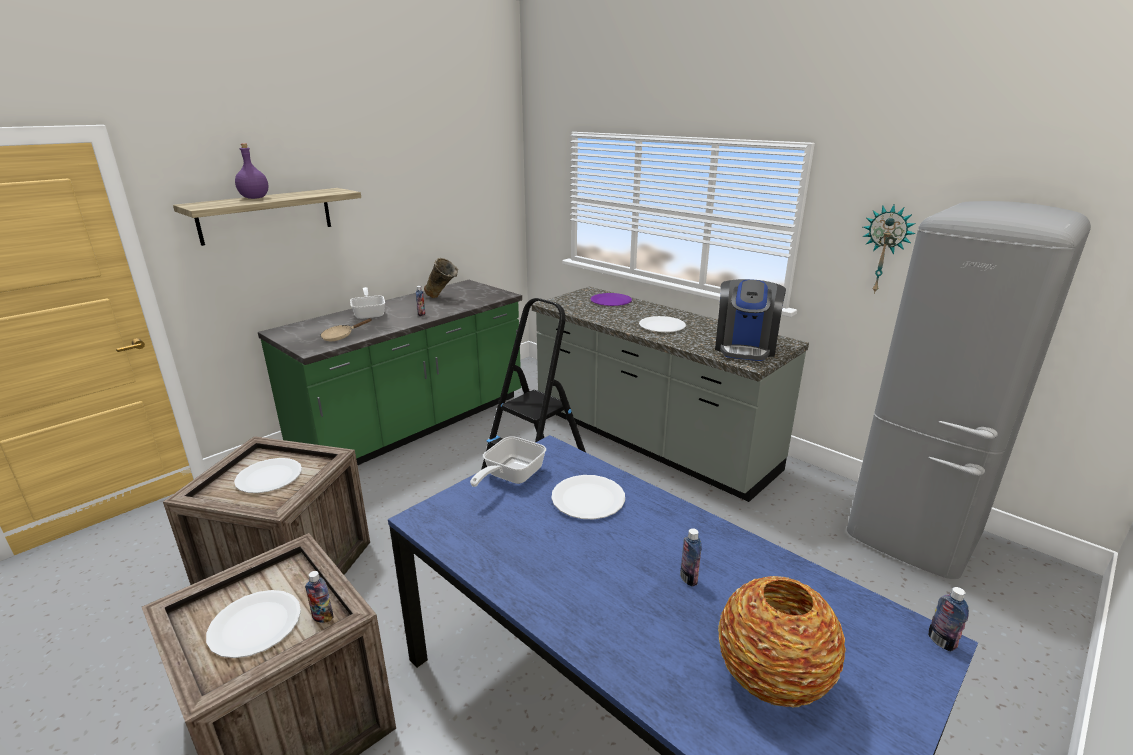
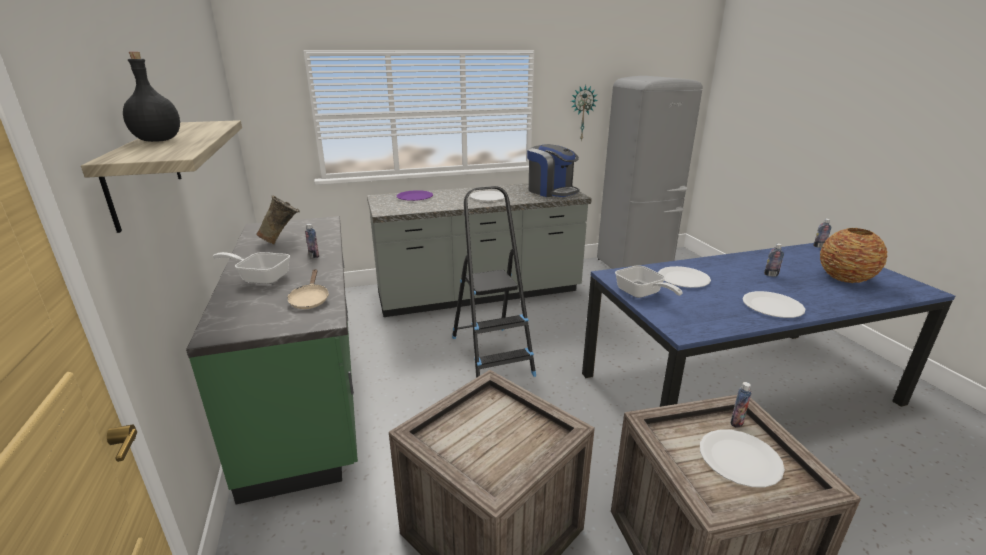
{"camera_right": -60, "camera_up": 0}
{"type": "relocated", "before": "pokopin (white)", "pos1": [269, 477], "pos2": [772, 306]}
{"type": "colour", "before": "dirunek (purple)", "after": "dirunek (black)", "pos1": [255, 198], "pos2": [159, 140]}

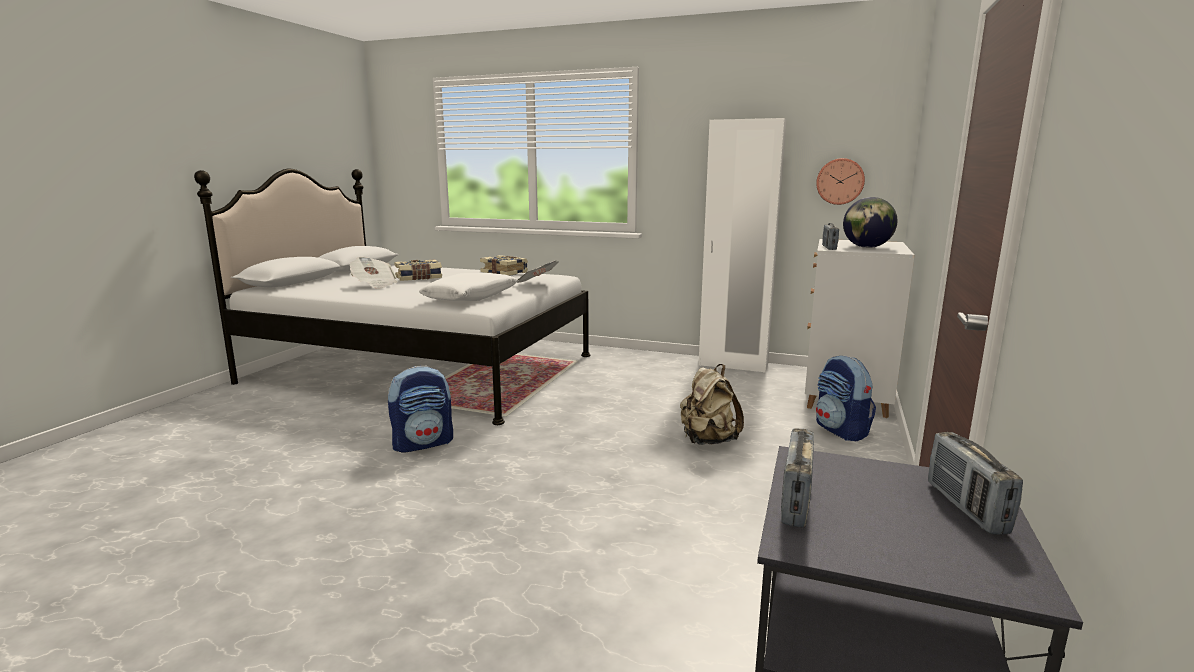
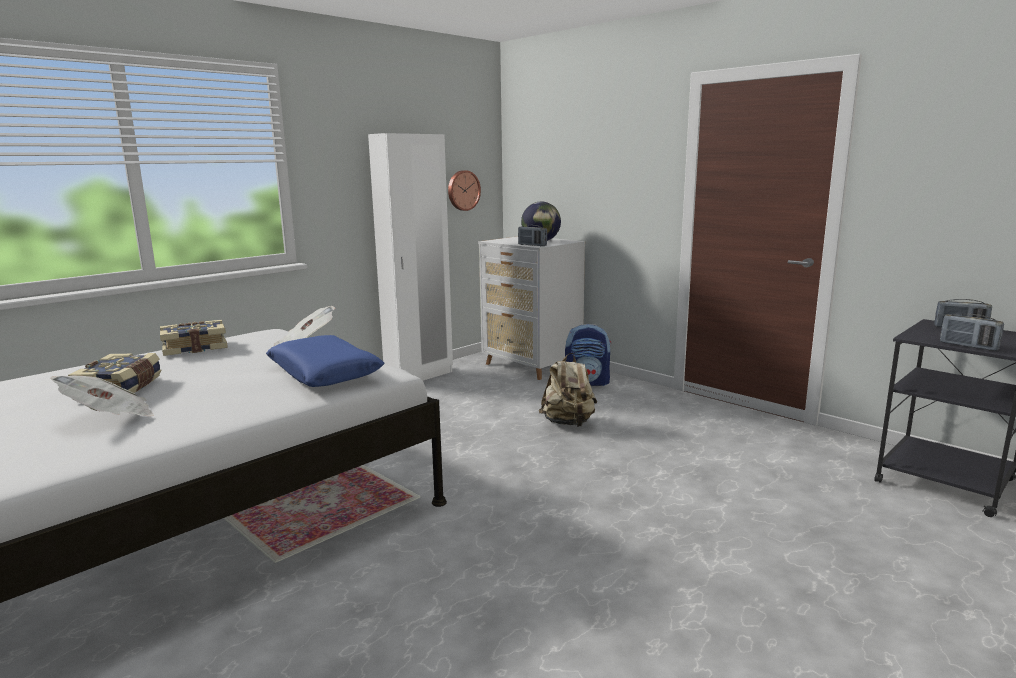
{"camera_right": -65, "camera_up": 0}
{"type": "missing", "before": "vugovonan", "pos1": [423, 443]}
{"type": "colour", "before": "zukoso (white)", "after": "zukoso (blue)", "pos1": [471, 297], "pos2": [325, 373]}

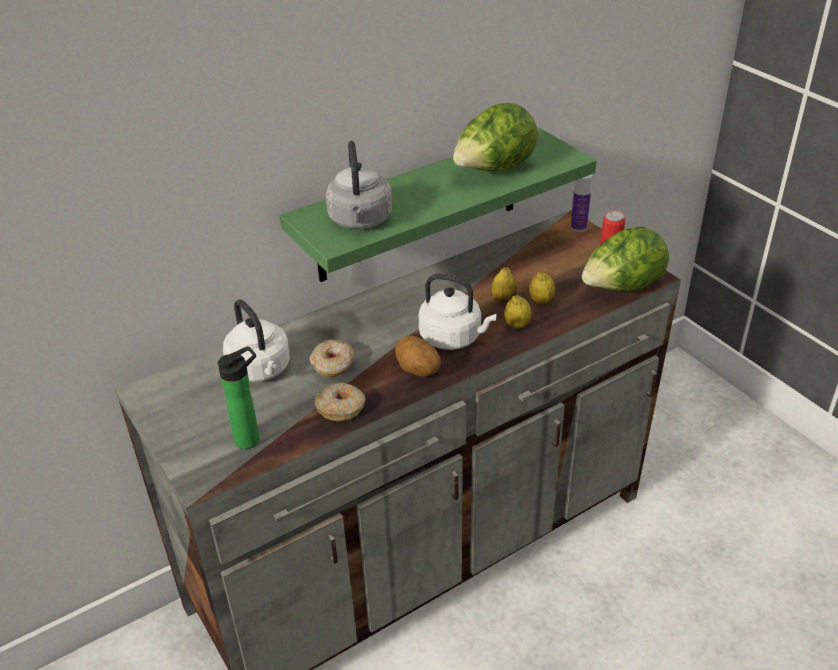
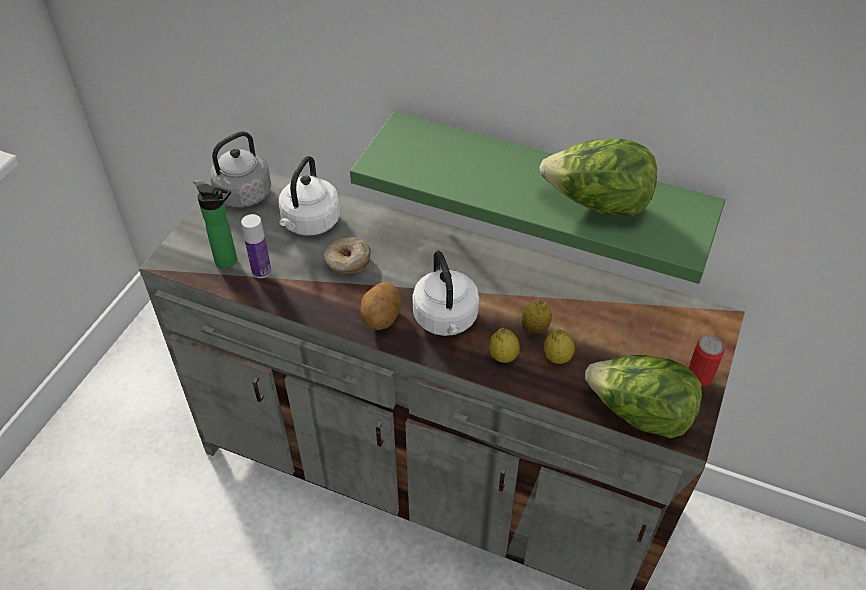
{"camera_right": 55, "camera_up": 10}
{"type": "missing", "before": "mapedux", "pos1": [341, 408]}
{"type": "relocated", "before": "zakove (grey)", "pos1": [360, 221], "pos2": [240, 196]}
{"type": "relocated", "before": "dirunek", "pos1": [578, 227], "pos2": [261, 271]}

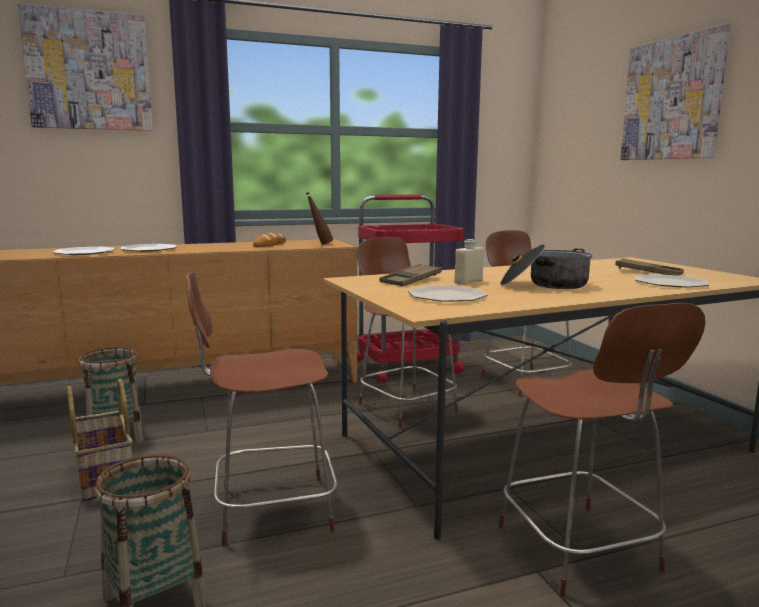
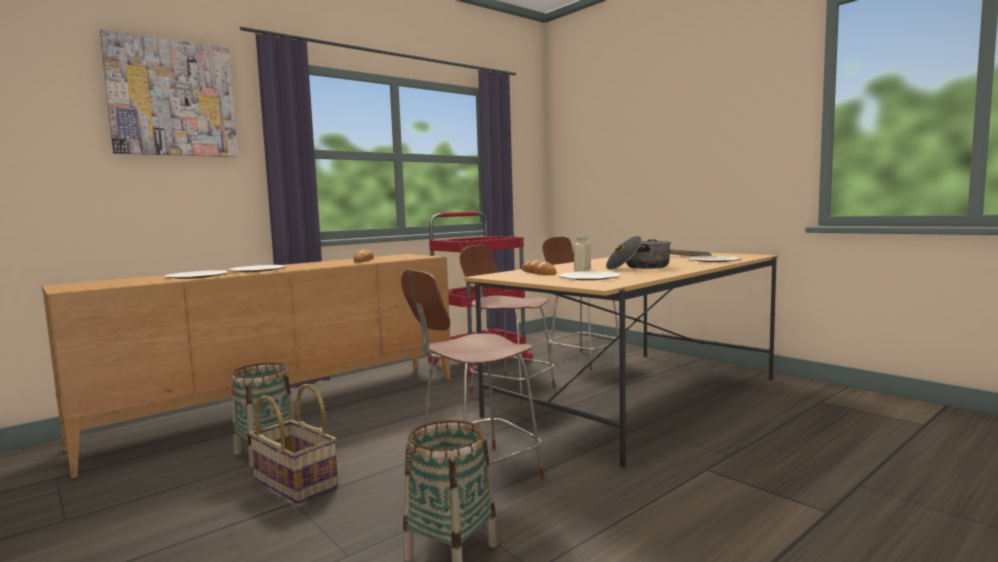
{"camera_right": -20, "camera_up": -5}
{"type": "missing", "before": "dirunek (brown)", "pos1": [320, 244]}
{"type": "exchanged", "before": "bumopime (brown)", "after": "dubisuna", "pos1": [411, 280], "pos2": [538, 272]}
{"type": "missing", "before": "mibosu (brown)", "pos1": [580, 551]}
{"type": "missing", "before": "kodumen", "pos1": [672, 99]}

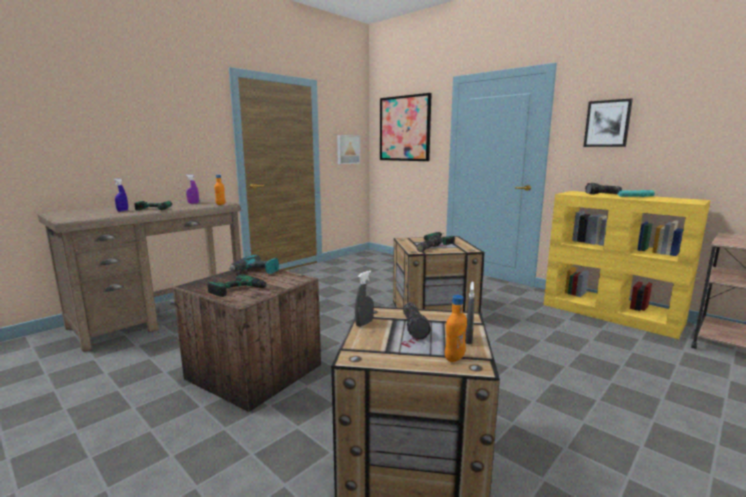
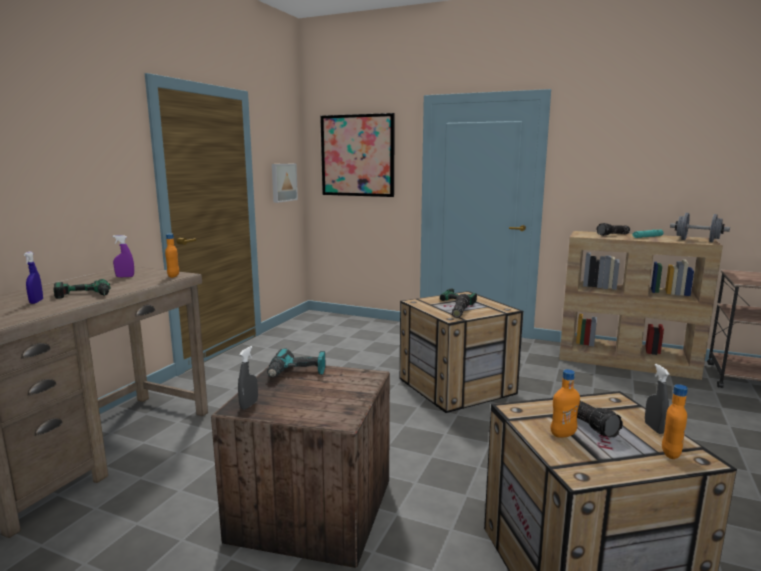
{"camera_right": -20, "camera_up": 0}
{"type": "missing", "before": "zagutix", "pos1": [242, 291]}
{"type": "relocated", "before": "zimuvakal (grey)", "pos1": [364, 323], "pos2": [249, 405]}
{"type": "colour", "before": "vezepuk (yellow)", "after": "vezepuk (brown)", "pos1": [611, 313], "pos2": [626, 360]}
{"type": "missing", "before": "kodumen", "pos1": [607, 123]}
{"type": "appeared", "after": "dirunek (orange)", "pos2": [563, 434]}
{"type": "appeared", "after": "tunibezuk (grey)", "pos2": [697, 241]}

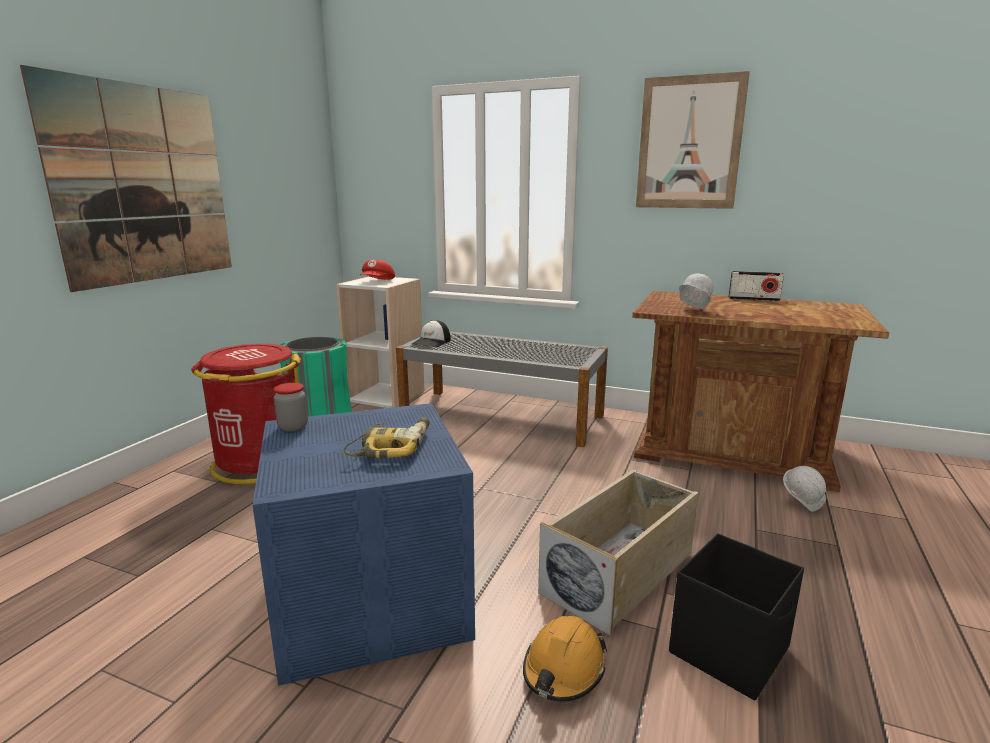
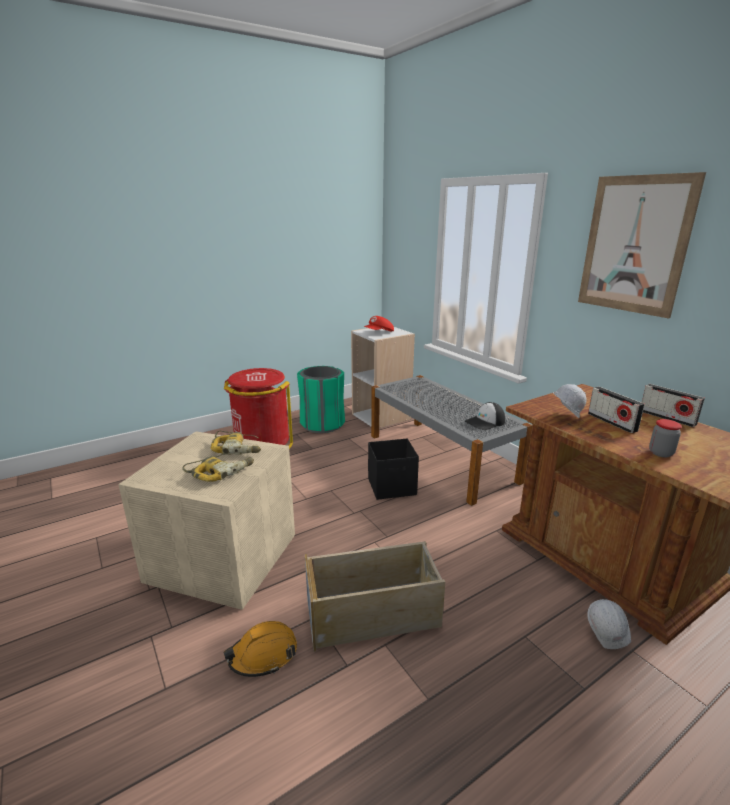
{"camera_right": 35, "camera_up": 5}
{"type": "missing", "before": "kodumen", "pos1": [143, 185]}
{"type": "colour", "before": "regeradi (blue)", "after": "regeradi (beige)", "pos1": [374, 600], "pos2": [223, 558]}
{"type": "relocated", "before": "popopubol", "pos1": [293, 427], "pos2": [660, 453]}
{"type": "relocated", "before": "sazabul", "pos1": [432, 342], "pos2": [485, 422]}
{"type": "relocated", "before": "regeradi (black)", "pos1": [730, 650], "pos2": [392, 487]}
{"type": "appeared", "after": "zagutix", "pos2": [237, 448]}
{"type": "appeared", "after": "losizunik", "pos2": [612, 422]}

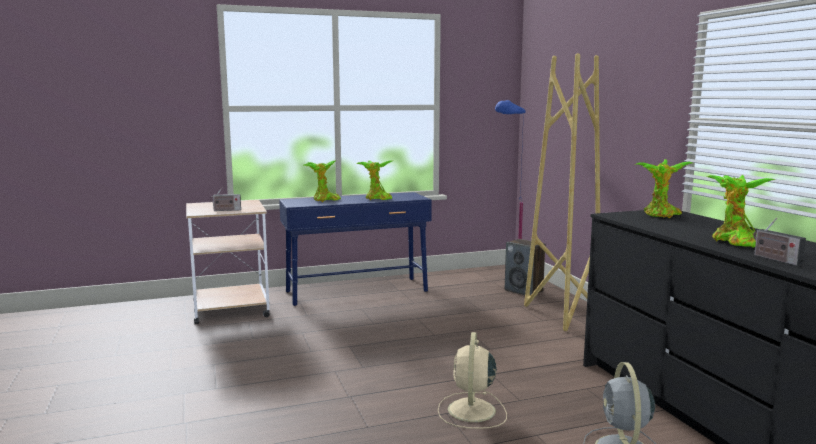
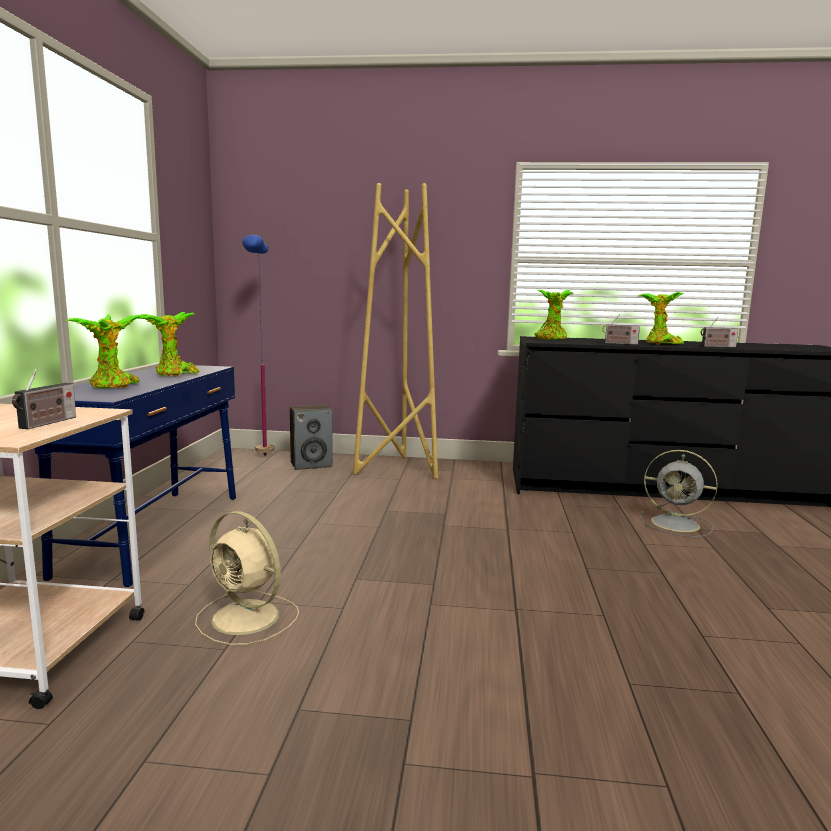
{"camera_right": -65, "camera_up": 0}
{"type": "relocated", "before": "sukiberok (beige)", "pos1": [471, 411], "pos2": [248, 618]}
{"type": "appeared", "after": "losizunik", "pos2": [619, 343]}

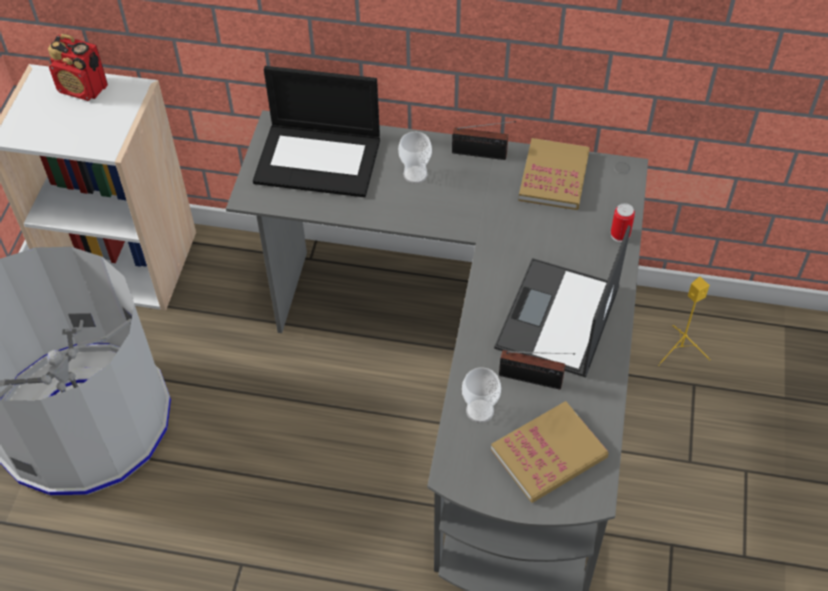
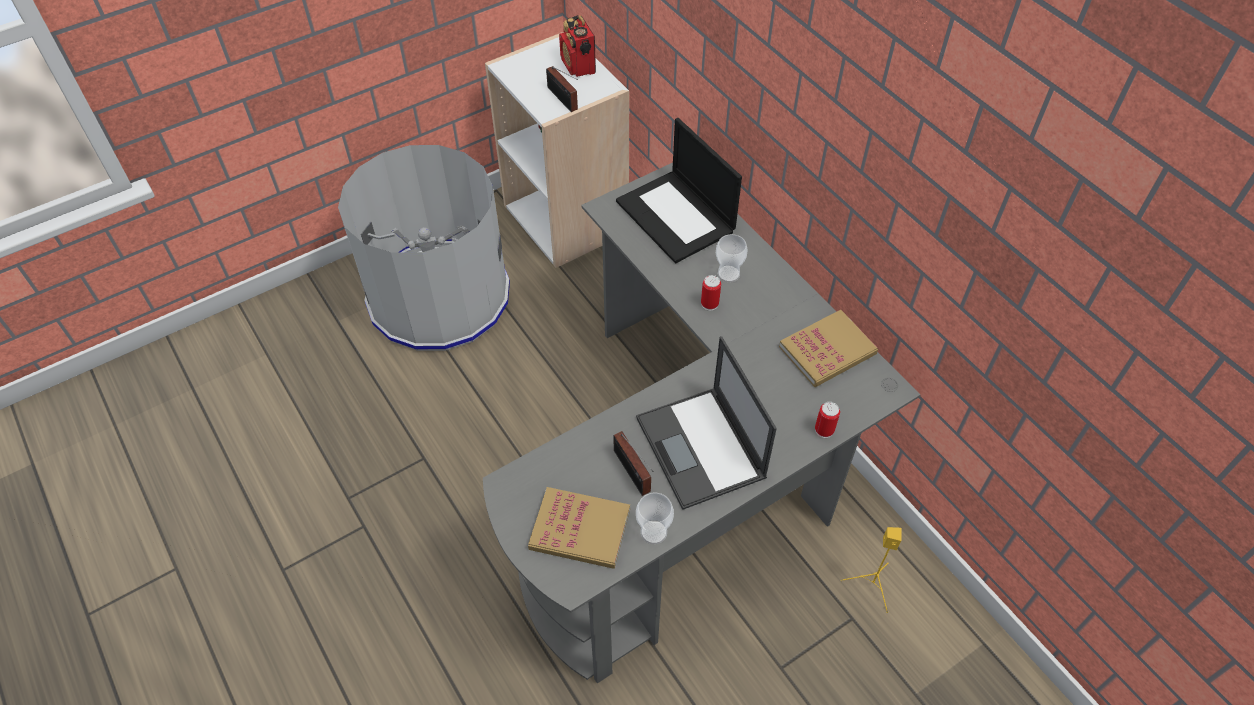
{"camera_right": 45, "camera_up": 0}
{"type": "relocated", "before": "losizunik", "pos1": [482, 154], "pos2": [563, 100]}
{"type": "relocated", "before": "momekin", "pos1": [480, 411], "pos2": [653, 532]}
{"type": "spun", "before": "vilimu", "pos1": [558, 319], "pos2": [701, 449], "turn": -90}
{"type": "appeared", "after": "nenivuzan", "pos2": [709, 304]}

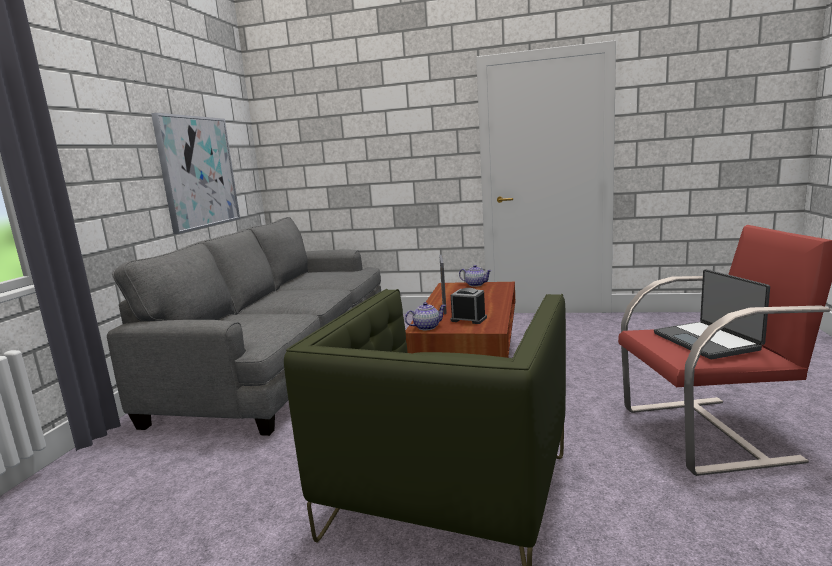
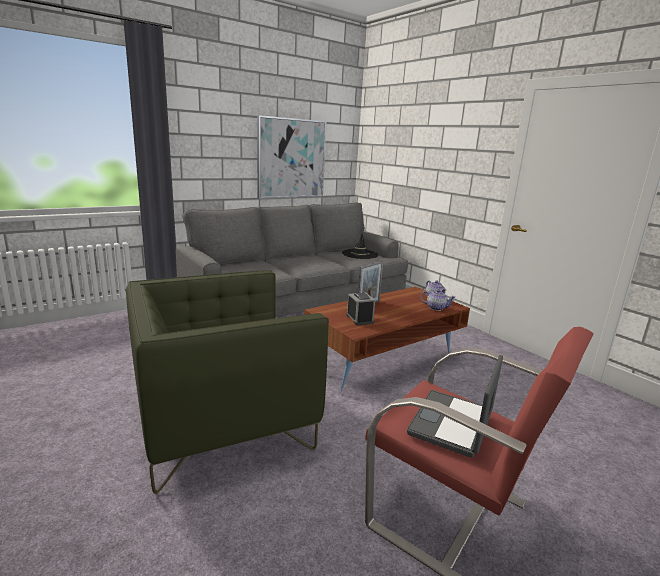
{"camera_right": 40, "camera_up": 5}
{"type": "relocated", "before": "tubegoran", "pos1": [426, 327], "pos2": [436, 308]}
{"type": "appeared", "after": "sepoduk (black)", "pos2": [360, 254]}

